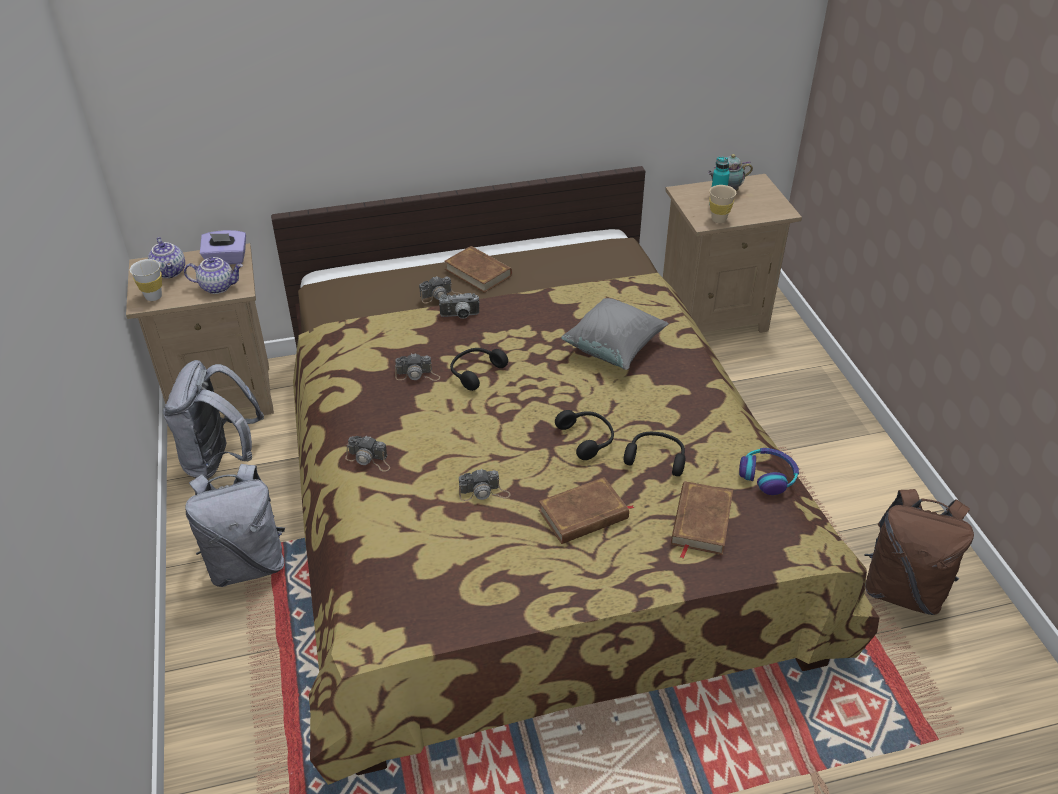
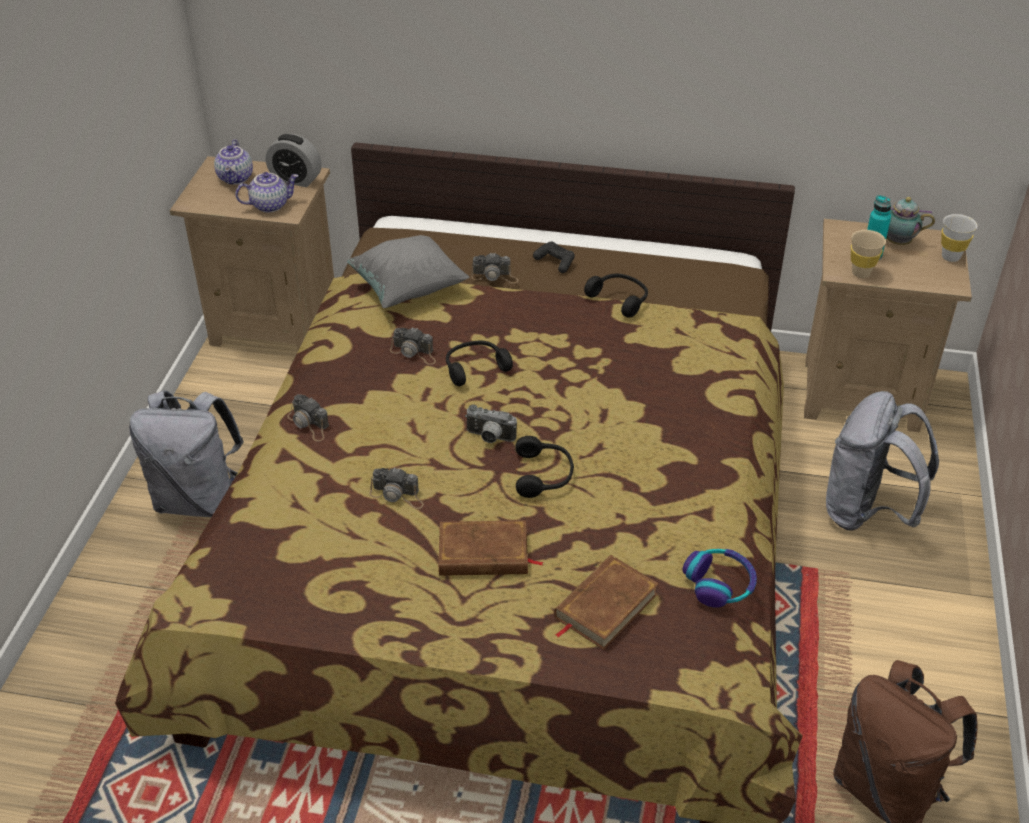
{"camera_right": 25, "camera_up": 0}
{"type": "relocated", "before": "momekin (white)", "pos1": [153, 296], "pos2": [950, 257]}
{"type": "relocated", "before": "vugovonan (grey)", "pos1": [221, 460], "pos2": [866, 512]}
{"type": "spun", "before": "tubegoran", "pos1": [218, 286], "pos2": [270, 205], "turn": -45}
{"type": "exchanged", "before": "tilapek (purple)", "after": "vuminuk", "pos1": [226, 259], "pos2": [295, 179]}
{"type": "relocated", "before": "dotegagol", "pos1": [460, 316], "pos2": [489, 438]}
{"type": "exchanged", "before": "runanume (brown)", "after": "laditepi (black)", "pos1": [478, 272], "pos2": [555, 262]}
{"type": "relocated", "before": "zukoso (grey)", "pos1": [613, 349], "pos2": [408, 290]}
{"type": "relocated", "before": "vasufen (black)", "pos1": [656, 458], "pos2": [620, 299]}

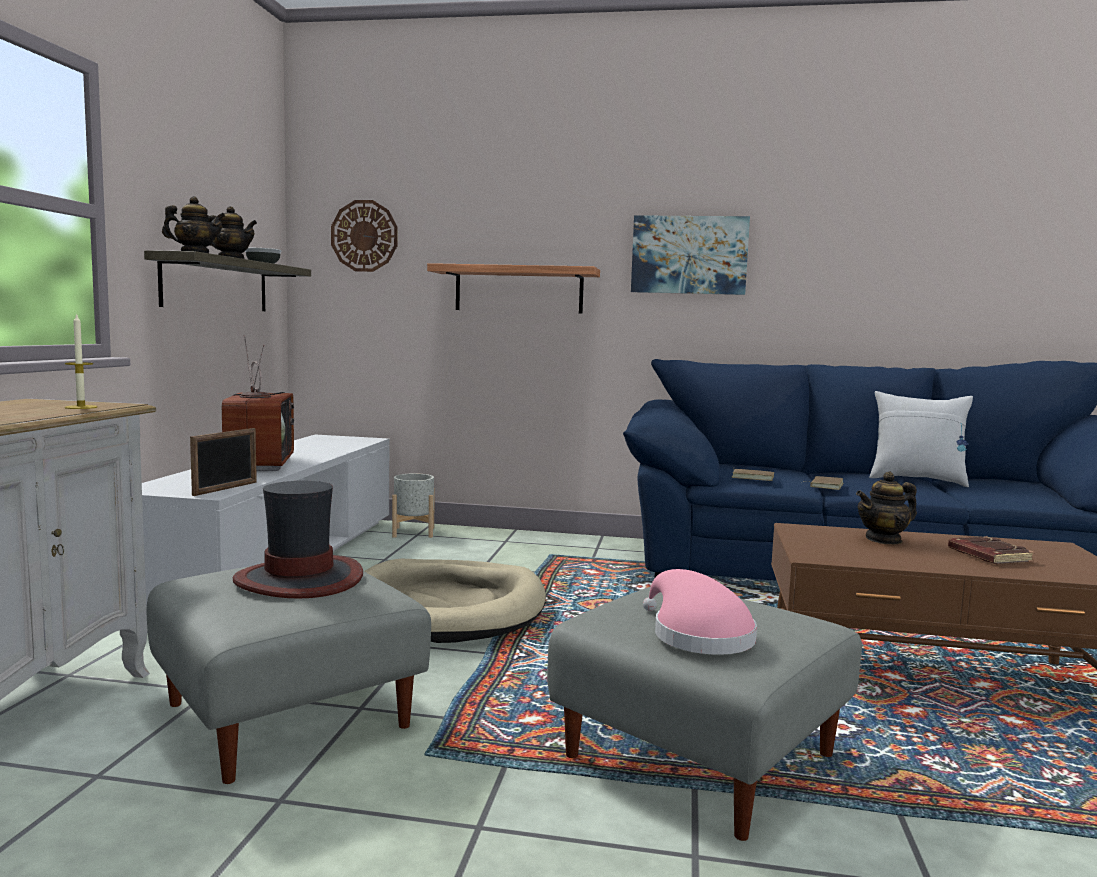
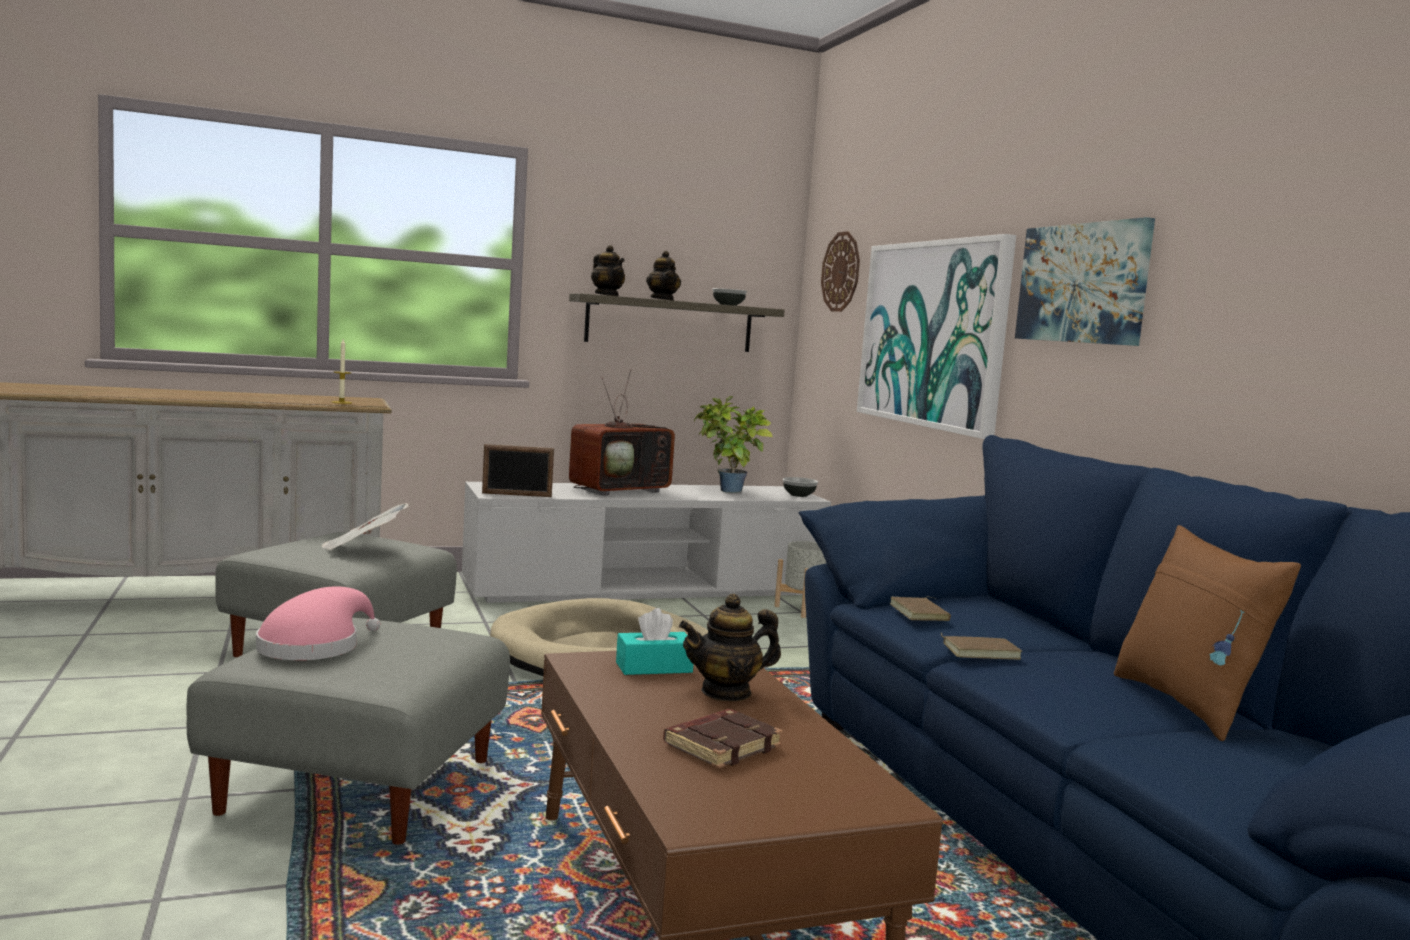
{"camera_right": 60, "camera_up": 0}
{"type": "exchanged", "before": "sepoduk", "after": "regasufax", "pos1": [300, 579], "pos2": [362, 549]}
{"type": "exchanged", "before": "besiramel", "after": "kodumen", "pos1": [519, 290], "pos2": [932, 334]}
{"type": "spun", "before": "tubegoran", "pos1": [884, 540], "pos2": [726, 692], "turn": -60}
{"type": "colour", "before": "zukoso (grey)", "after": "zukoso (brown)", "pos1": [916, 481], "pos2": [1186, 706]}
{"type": "appeared", "after": "tilapek (turquoise)", "pos2": [654, 667]}
{"type": "appeared", "after": "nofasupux", "pos2": [726, 491]}
{"type": "appeared", "after": "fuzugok", "pos2": [799, 495]}

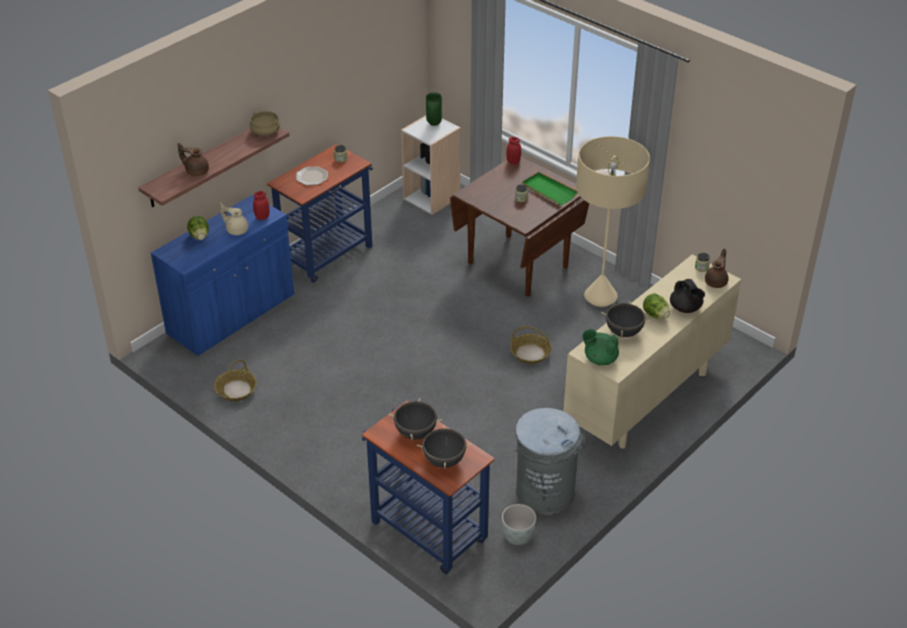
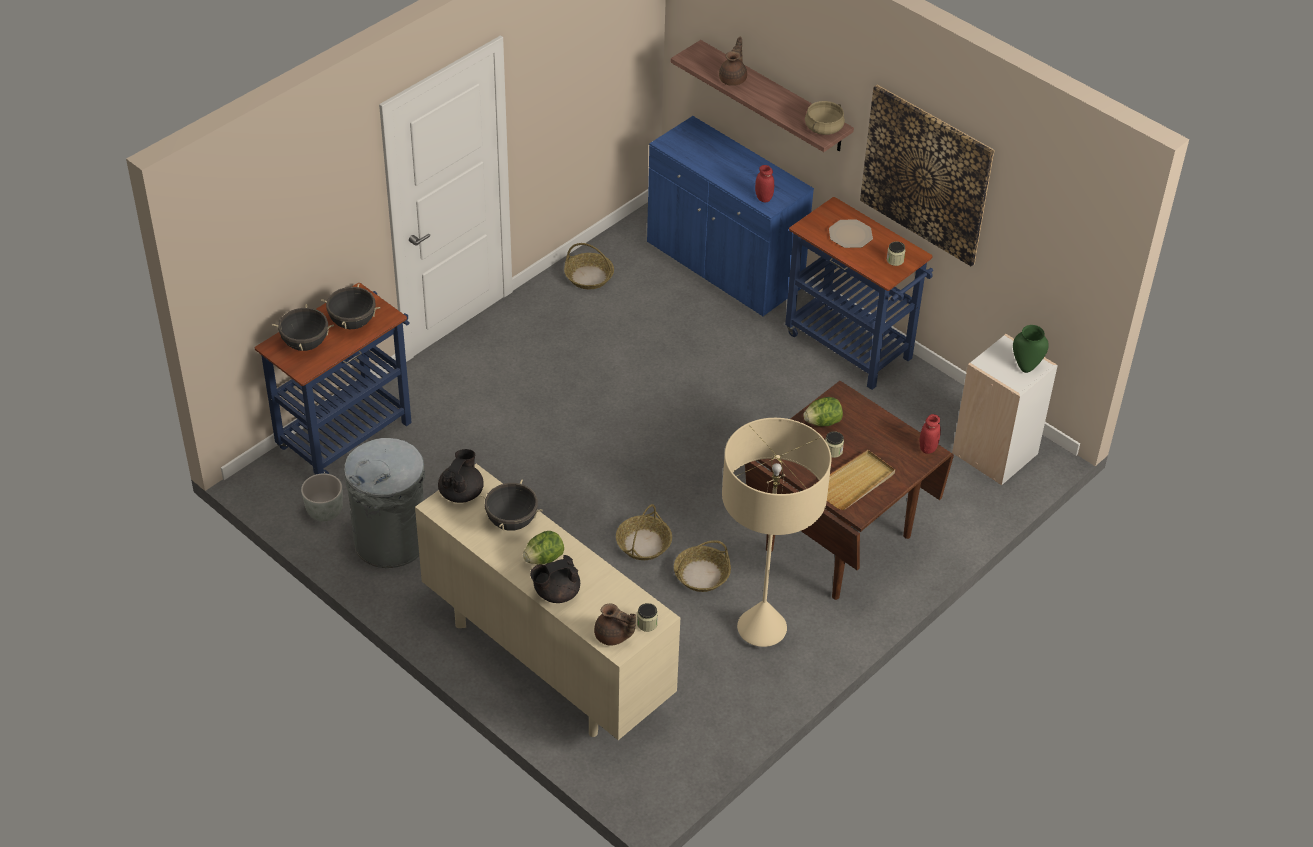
{"camera_right": 90, "camera_up": 5}
{"type": "relocated", "before": "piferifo", "pos1": [199, 236], "pos2": [823, 422]}
{"type": "missing", "before": "tubegoran (beige)", "pos1": [236, 230]}
{"type": "colour", "before": "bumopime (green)", "after": "bumopime (beige)", "pos1": [548, 190], "pos2": [855, 482]}
{"type": "colour", "before": "tubegoran (green)", "after": "tubegoran (black)", "pos1": [600, 359], "pos2": [461, 493]}
{"type": "appeared", "after": "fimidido", "pos2": [701, 575]}
{"type": "appeared", "after": "kodumen", "pos2": [926, 174]}

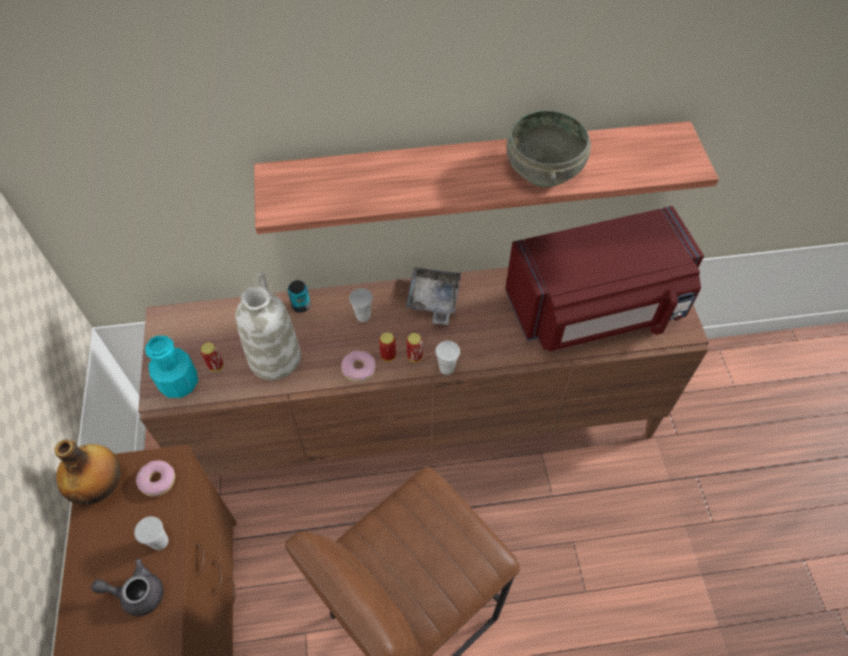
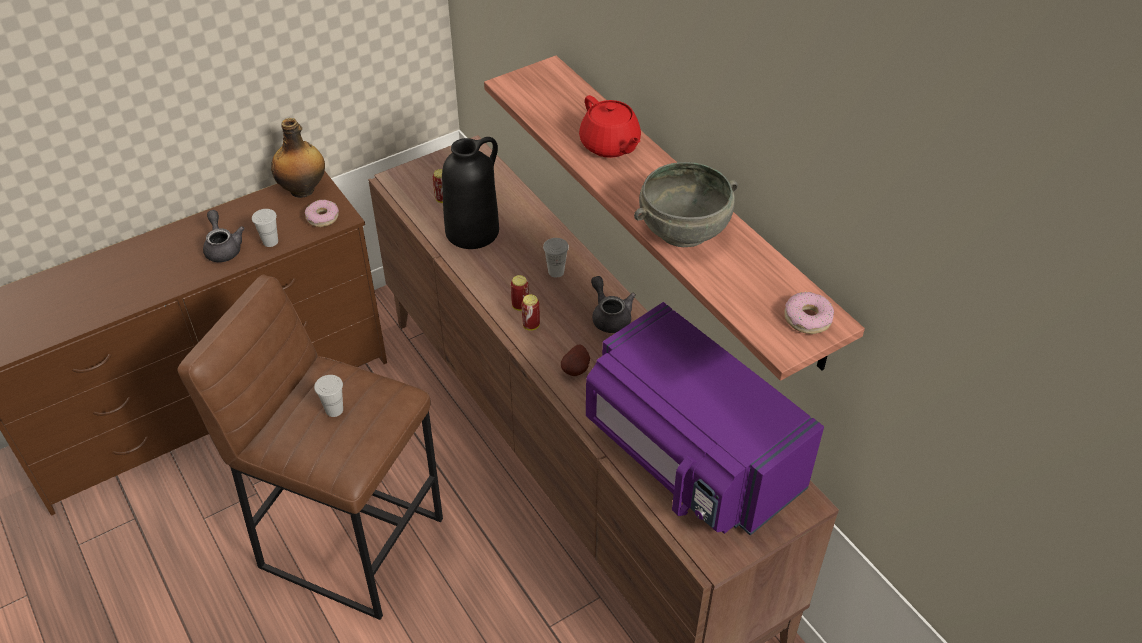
{"camera_right": 65, "camera_up": -10}
{"type": "missing", "before": "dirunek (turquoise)", "pos1": [179, 383]}
{"type": "colour", "before": "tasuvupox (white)", "after": "tasuvupox (black)", "pos1": [274, 357], "pos2": [473, 231]}
{"type": "missing", "before": "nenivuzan", "pos1": [301, 305]}
{"type": "relocated", "before": "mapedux", "pos1": [359, 369], "pos2": [807, 318]}
{"type": "exchanged", "before": "bumopime (grey)", "after": "tubegoran (grey)", "pos1": [433, 300], "pos2": [609, 316]}
{"type": "relocated", "before": "momekin (white)", "pos1": [446, 368], "pos2": [334, 410]}
{"type": "colour", "before": "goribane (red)", "after": "goribane (purple)", "pos1": [595, 309], "pos2": [689, 457]}
{"type": "appeared", "after": "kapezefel", "pos2": [577, 370]}
{"type": "appeared", "after": "tubegoran (red)", "pos2": [610, 145]}

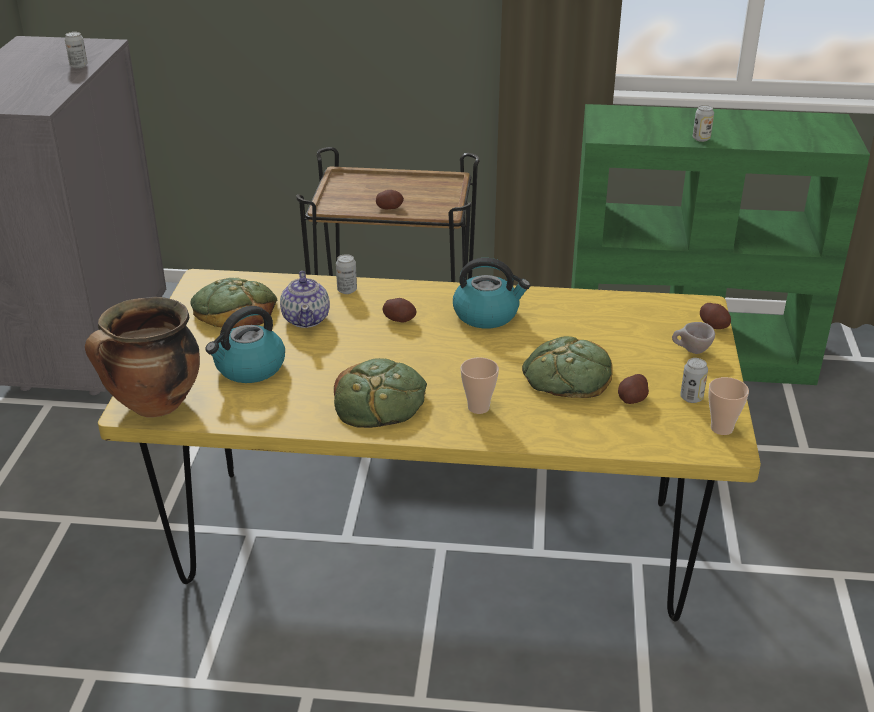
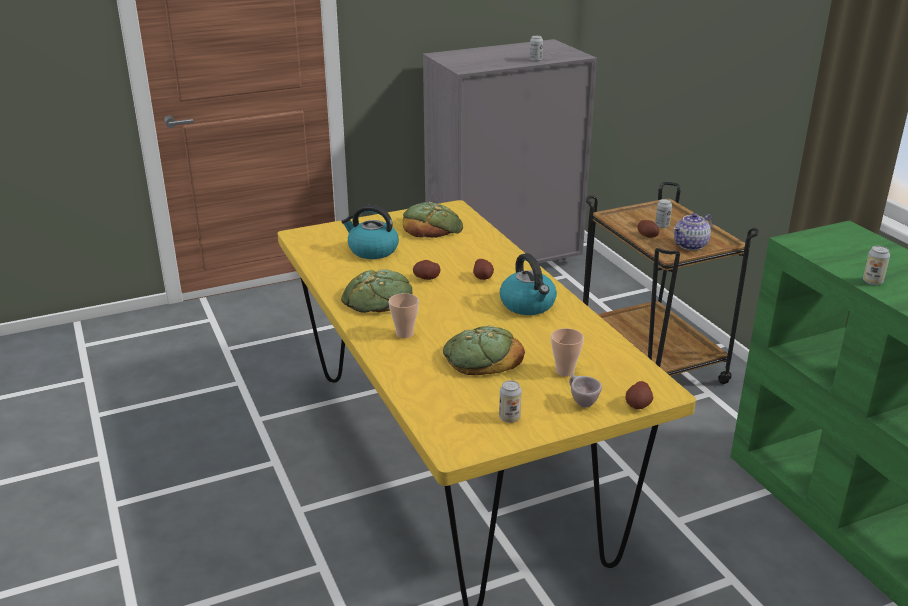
{"camera_right": 60, "camera_up": -5}
{"type": "missing", "before": "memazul", "pos1": [155, 406]}
{"type": "relocated", "before": "tubegoran", "pos1": [306, 319], "pos2": [691, 245]}
{"type": "relocated", "before": "nenivuzan", "pos1": [347, 290], "pos2": [662, 225]}
{"type": "relocated", "before": "kapezefel", "pos1": [632, 399], "pos2": [426, 278]}
{"type": "relocated", "before": "momekin", "pos1": [721, 428], "pos2": [565, 371]}

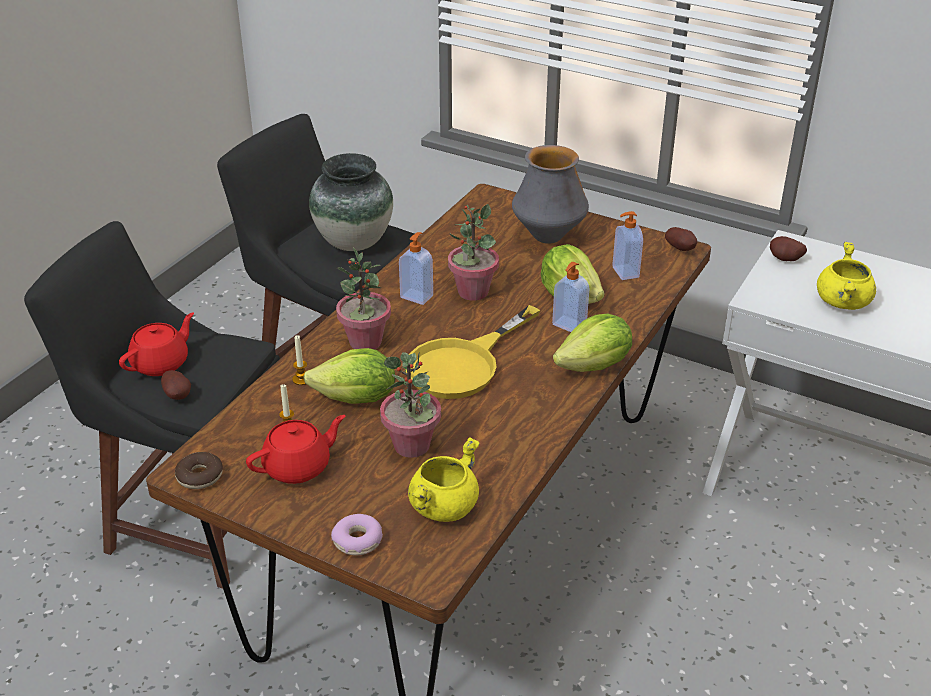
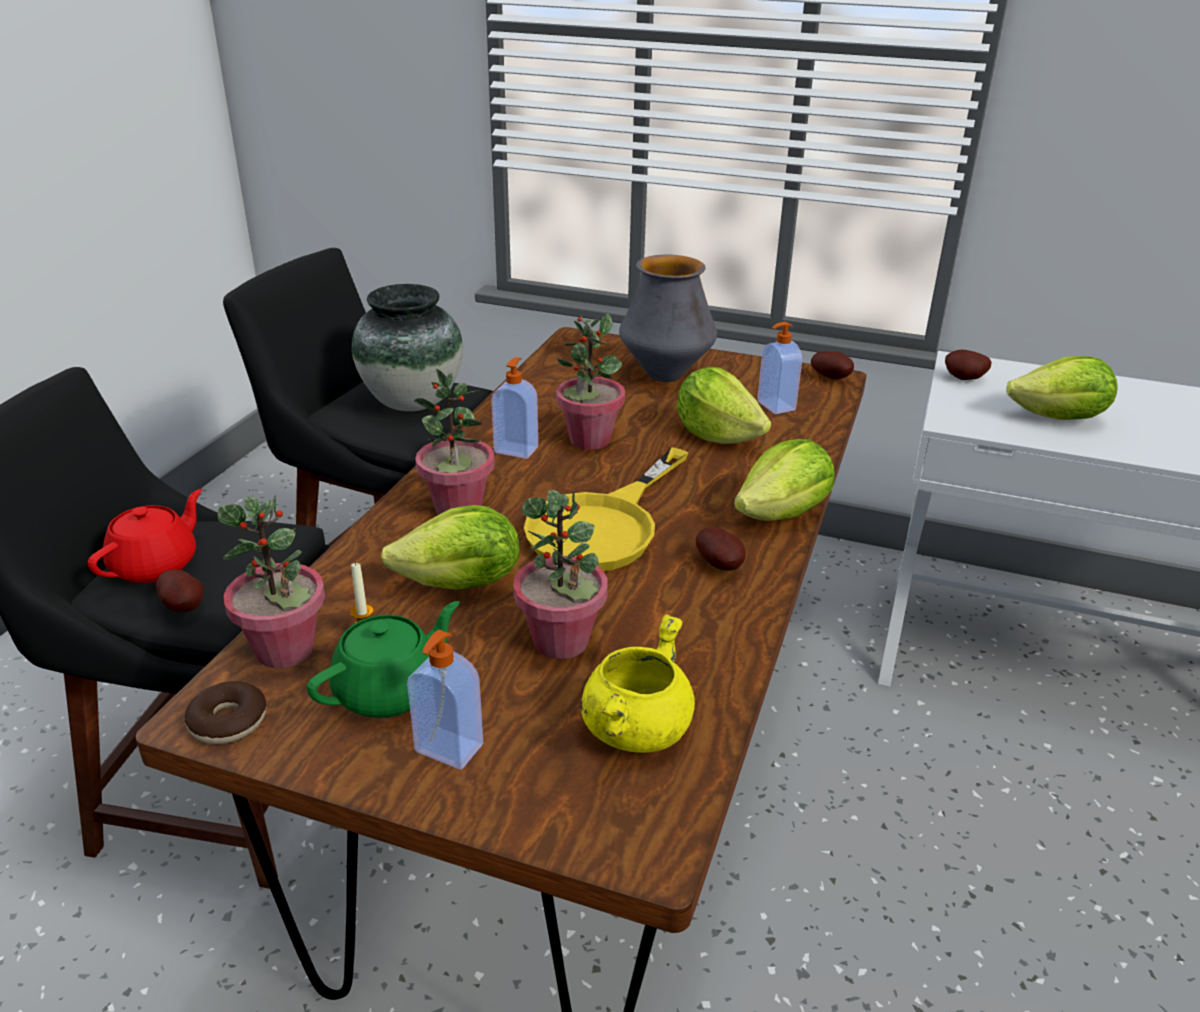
{"camera_right": -10, "camera_up": -5}
{"type": "colour", "before": "tubegoran (red)", "after": "tubegoran (green)", "pos1": [298, 467], "pos2": [390, 690]}
{"type": "missing", "before": "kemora", "pos1": [301, 379]}
{"type": "missing", "before": "mapedux", "pos1": [358, 541]}
{"type": "relocated", "before": "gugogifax", "pos1": [568, 325], "pos2": [447, 750]}
{"type": "exchanged", "before": "memazul (yellow)", "after": "piferifo", "pos1": [843, 303], "pos2": [1059, 418]}
{"type": "appeared", "after": "nofasupux", "pos2": [285, 650]}
{"type": "appeared", "after": "kapezefel", "pos2": [721, 566]}

